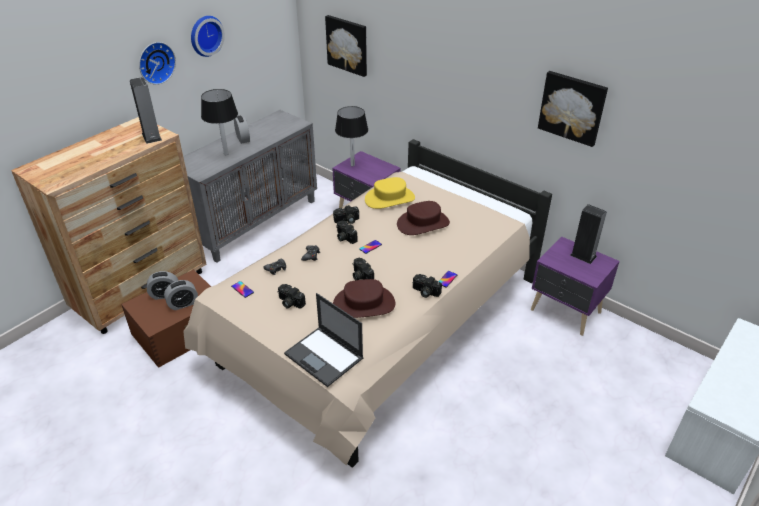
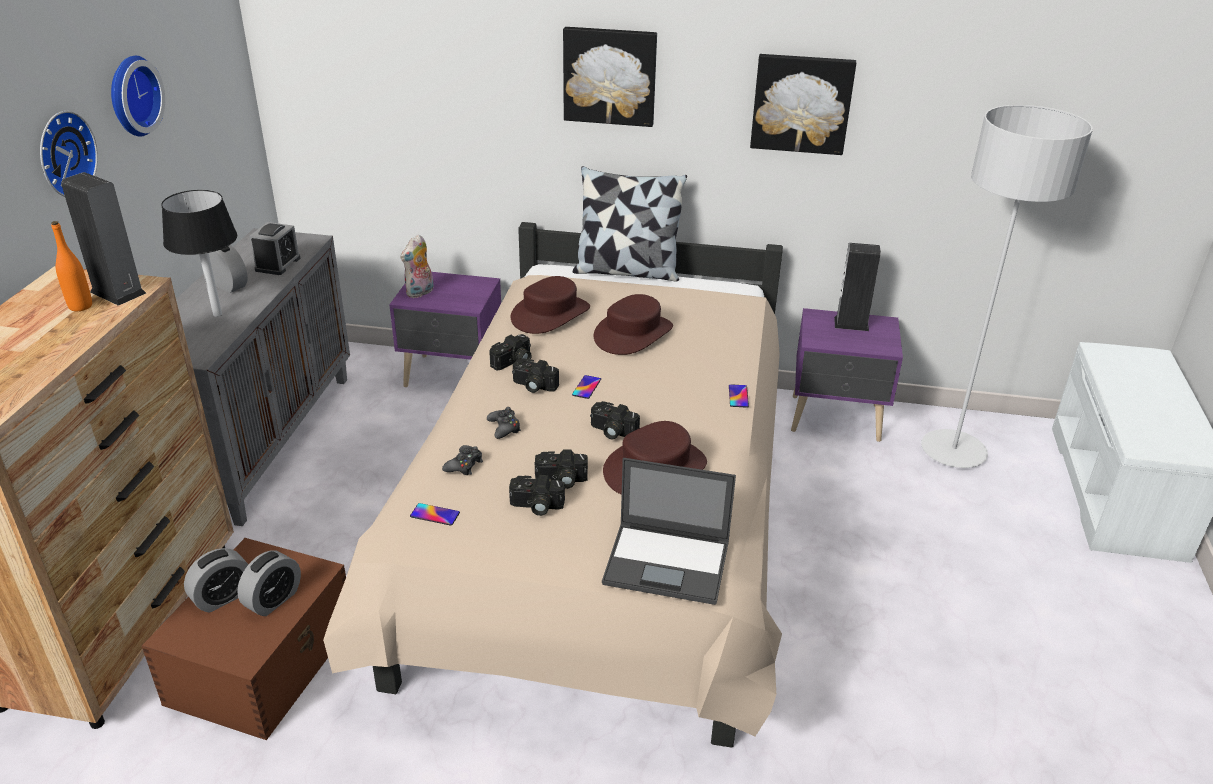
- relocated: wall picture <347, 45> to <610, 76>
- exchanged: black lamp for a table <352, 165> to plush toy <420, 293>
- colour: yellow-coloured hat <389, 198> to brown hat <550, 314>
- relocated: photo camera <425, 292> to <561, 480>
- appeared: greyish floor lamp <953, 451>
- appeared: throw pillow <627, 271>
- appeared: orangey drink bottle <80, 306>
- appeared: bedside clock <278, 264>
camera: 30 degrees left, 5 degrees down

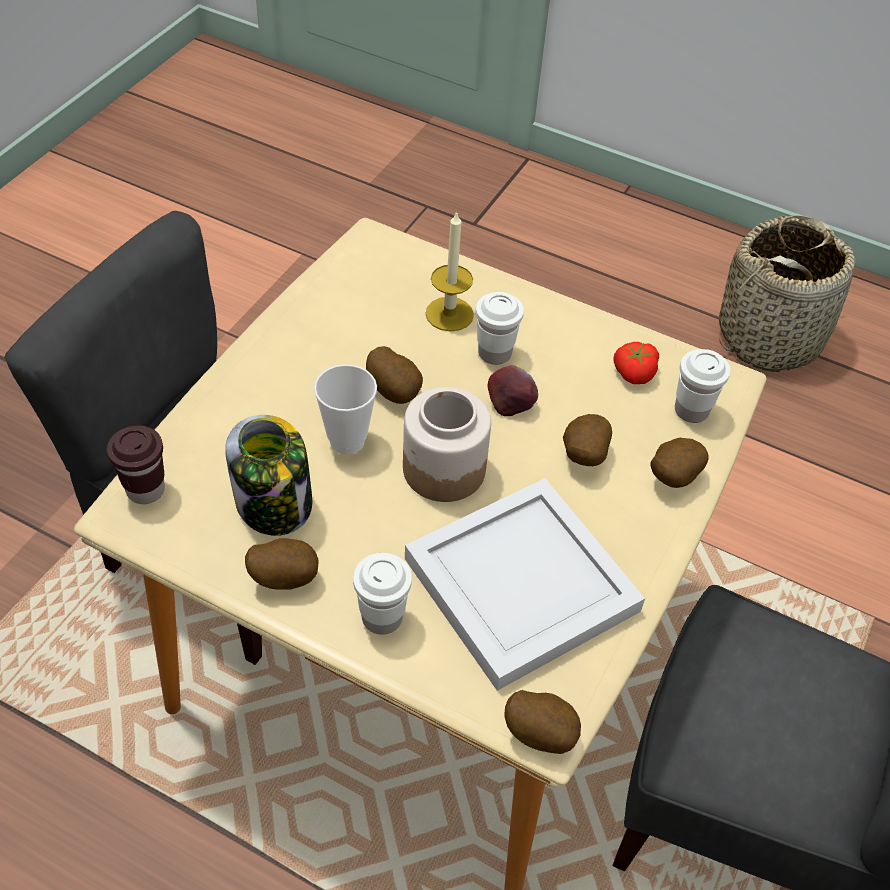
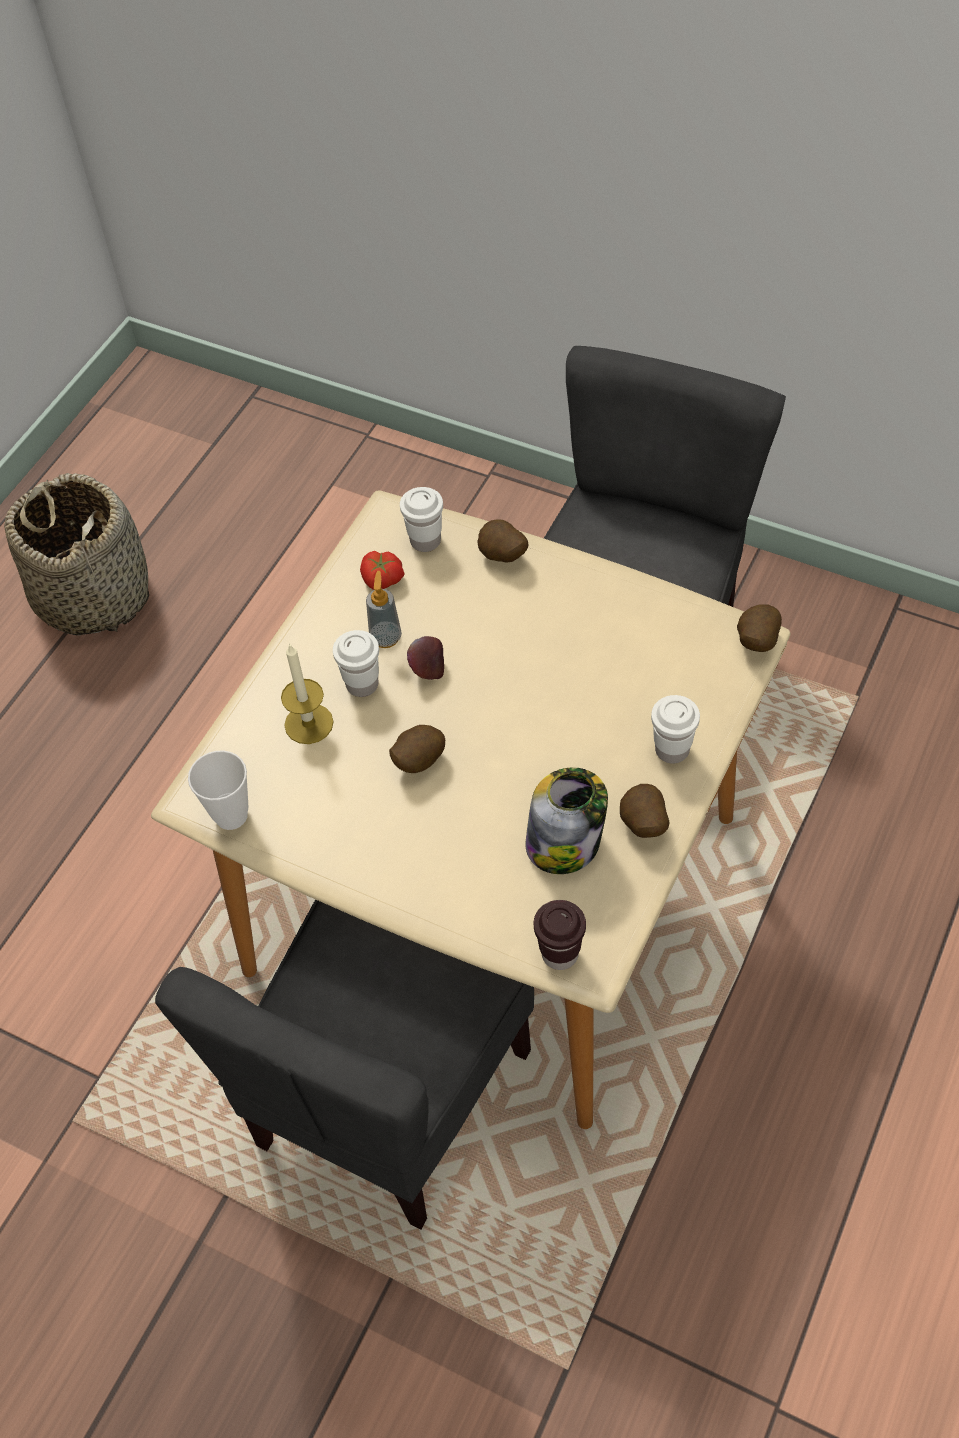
- relocated: drinking cup <347, 440> to <231, 815>
- missing: preserve jar <443, 468>
- missing: whole potato <582, 456>
- missing: white carrying tray <520, 588>
- appeared: liquid soap bottle <385, 637>
camera: 85 degrees left, 5 degrees up

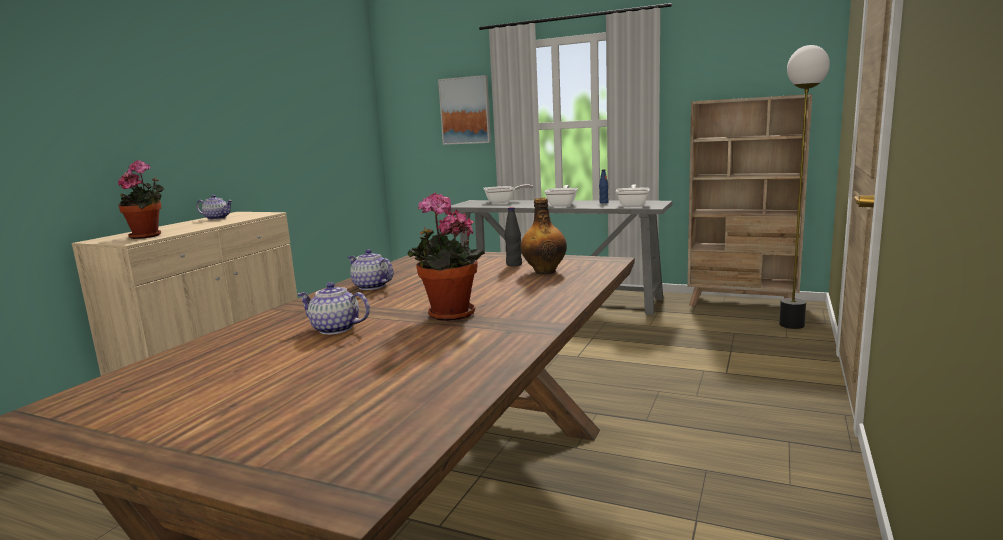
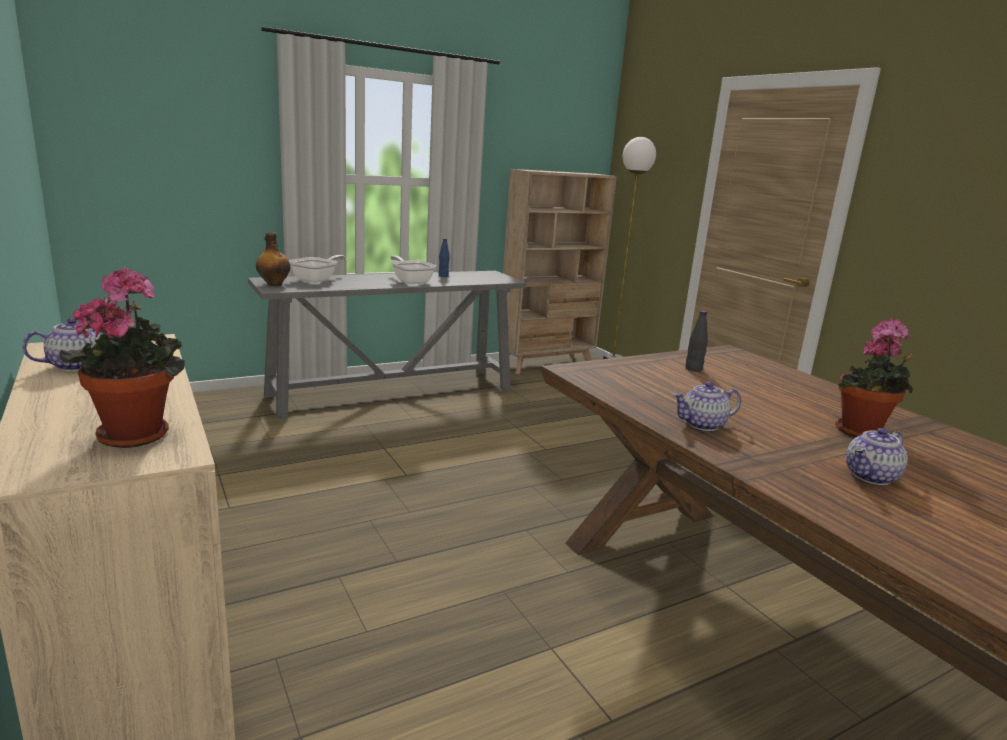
- missing: wall picture <465, 110>
- missing: skillet <633, 205>
- relocated: drink bottle <544, 271> to <274, 284>
camera: 55 degrees left, 5 degrees up

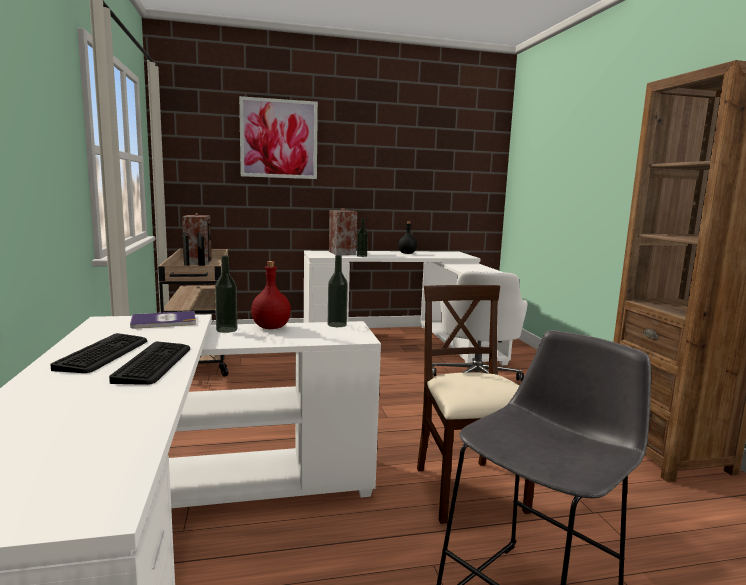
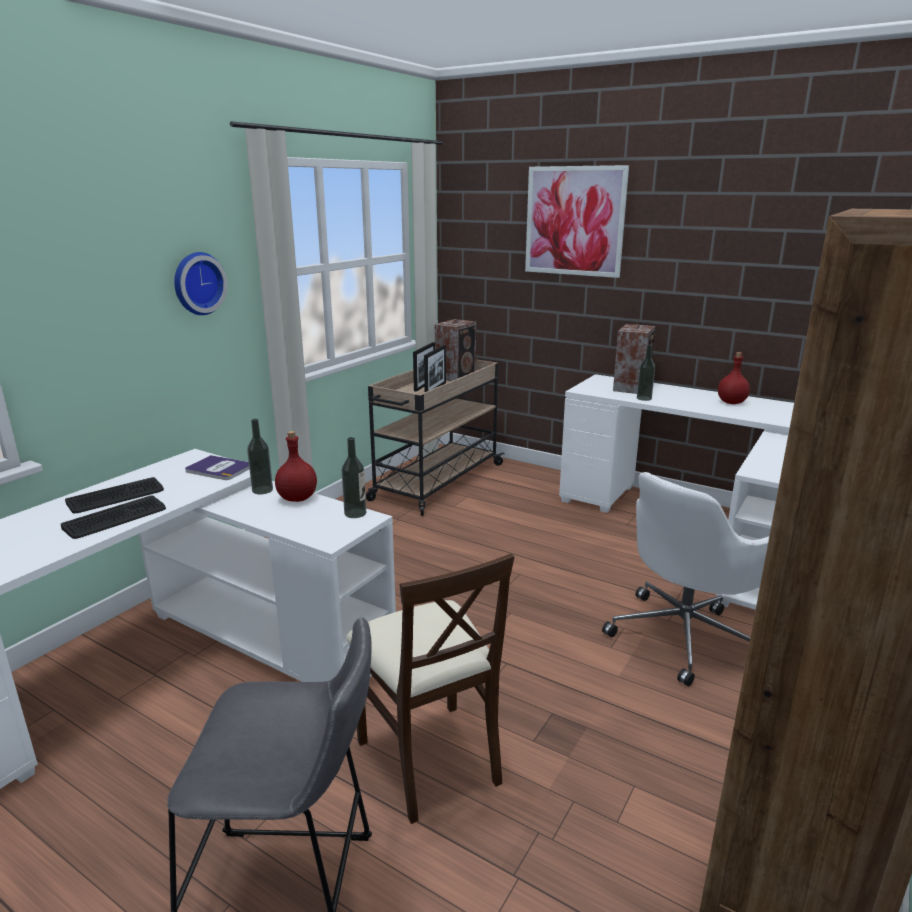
- colour: black drink bottle <407, 253> to reddish drink bottle <731, 403>
- spun: beige plain chair <468, 491> = <429, 758> 120 degrees clockwise
- appeared: wall clock <197, 283>
camera: 45 degrees right, 10 degrees up

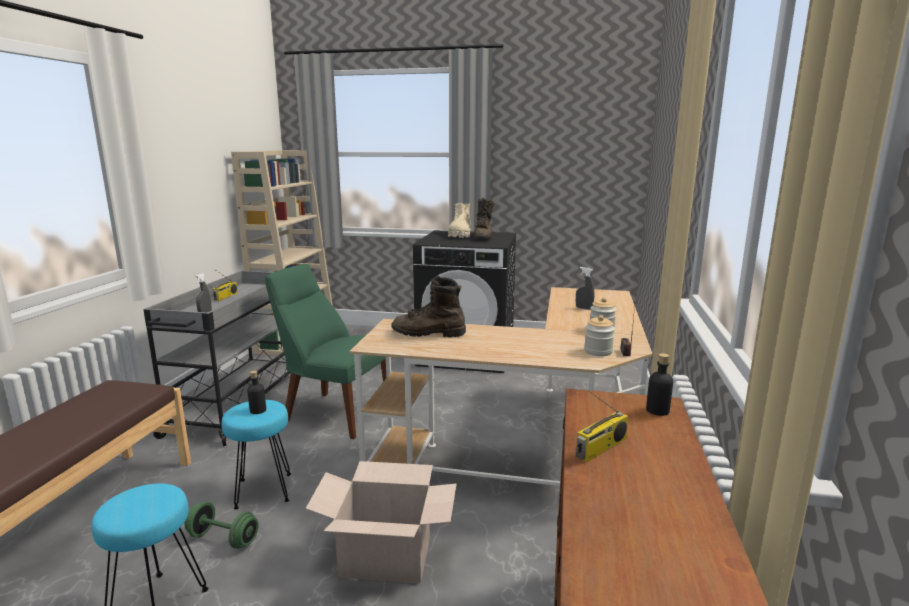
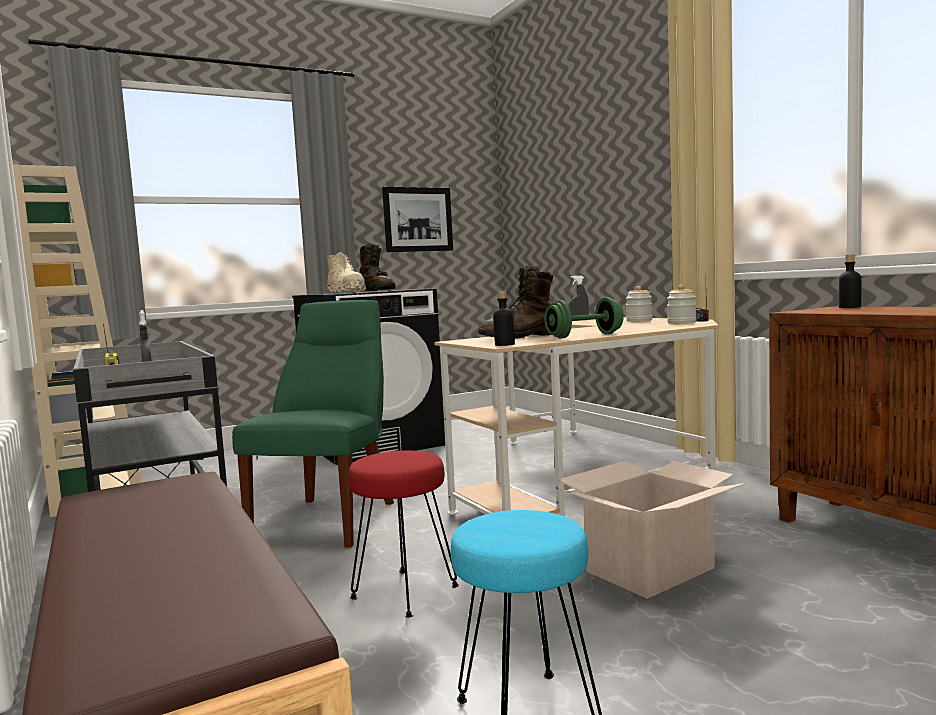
- spun: greenish plain chair <334, 413> = <330, 519> 120 degrees clockwise
- relocated: black drink bottle <258, 410> to <504, 344>
- missing: radio set <601, 448>
- colour: blue-green stool <262, 490> to reddish stool <404, 593>
- relocated: greenish free weight <223, 539> to <584, 336>
- appeared: wall picture <418, 219>
camera: 40 degrees left, 10 degrees down

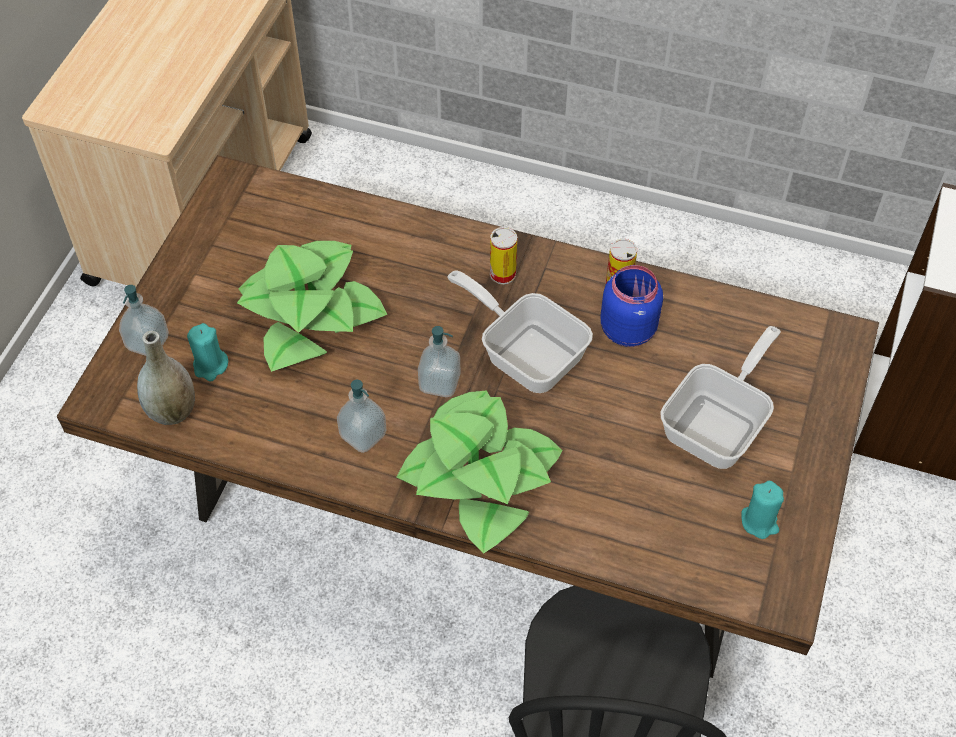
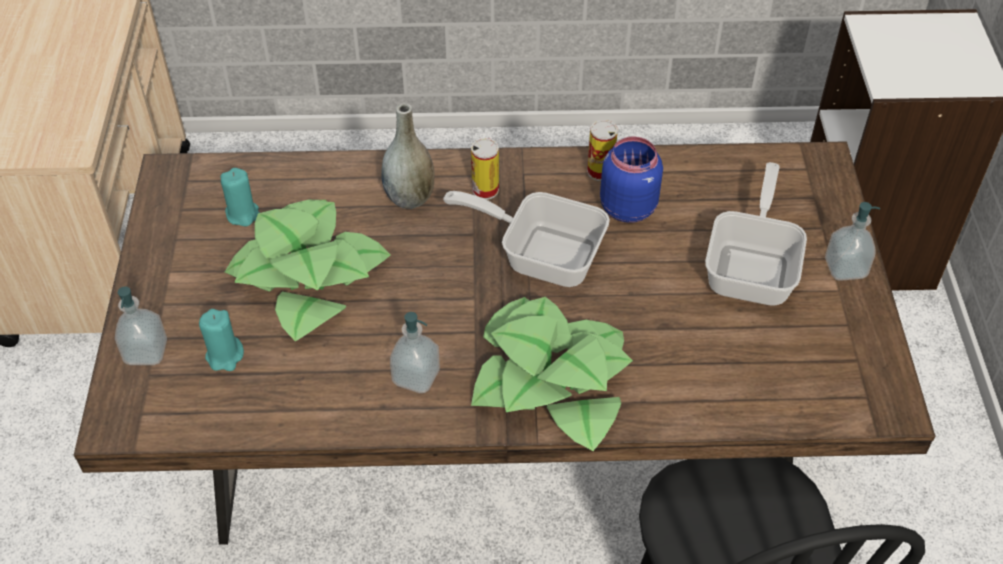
- relocated: liquid soap bottle <439, 383> to <845, 268>
- relocated: greyish decorative vase <172, 411> to <409, 198>
- relocated: blue-green wax light <759, 522> to <243, 214>
camera: 20 degrees left, 5 degrees down

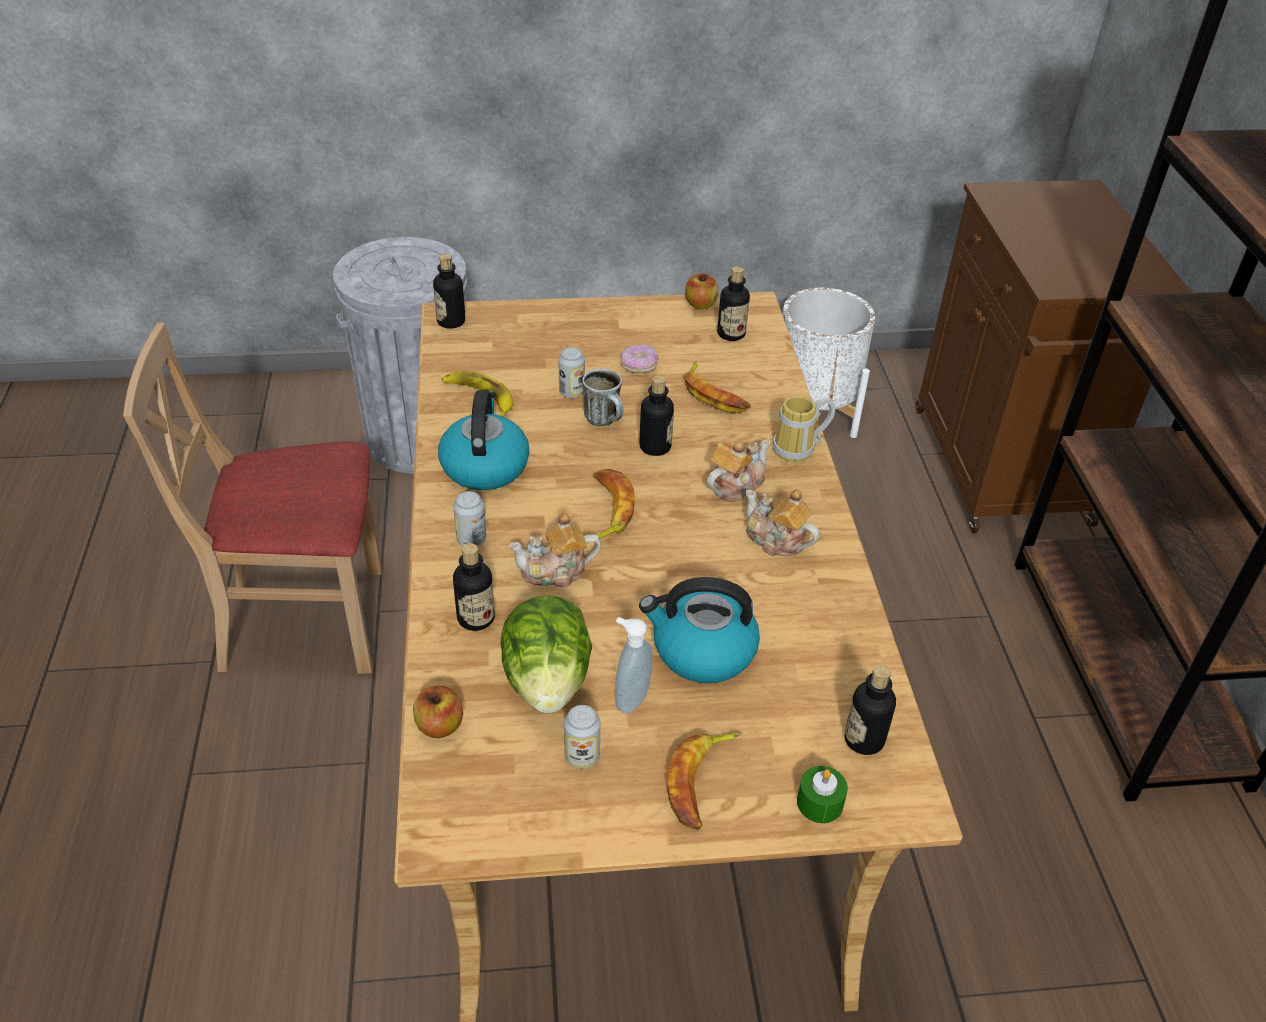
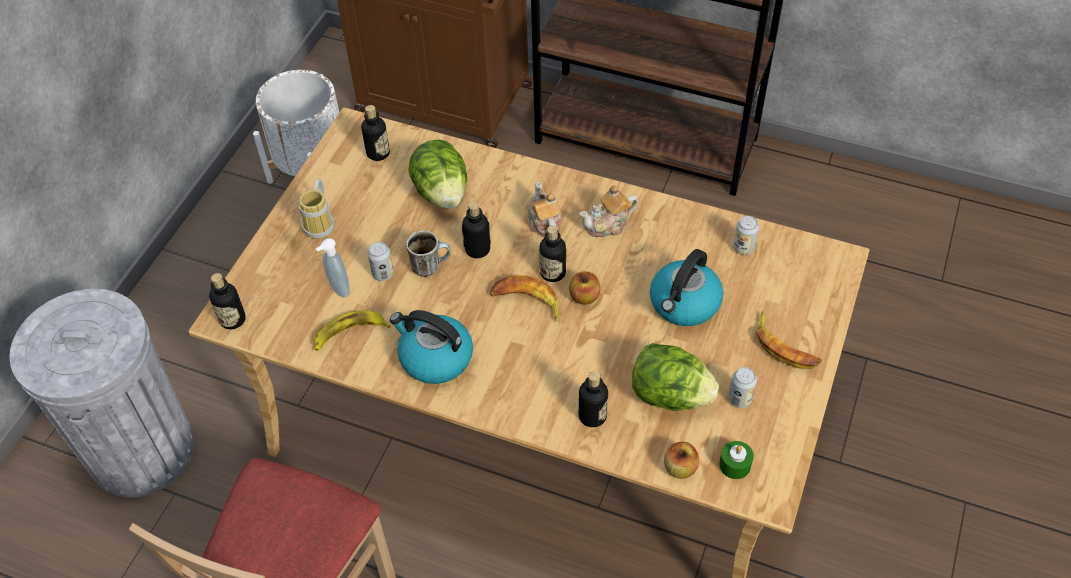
- relocated: apple fruit <700, 304> to <584, 297>
- missing: donut <639, 366>
- exchanged: whole banana <714, 394> to head of lettuce <442, 193>
- relocated: tea mug <799, 450> to <322, 224>
- relocated: metal can <471, 540> to <743, 248>
- missing: teapot <555, 571>
- relocated: liquid soap bottle <630, 698> to <338, 289>
- relocated: drink bottle <864, 739> to <553, 273>
- relocated: greenish wax light <819, 803> to <735, 465>
camera: 60 degrees left, 10 degrees up

